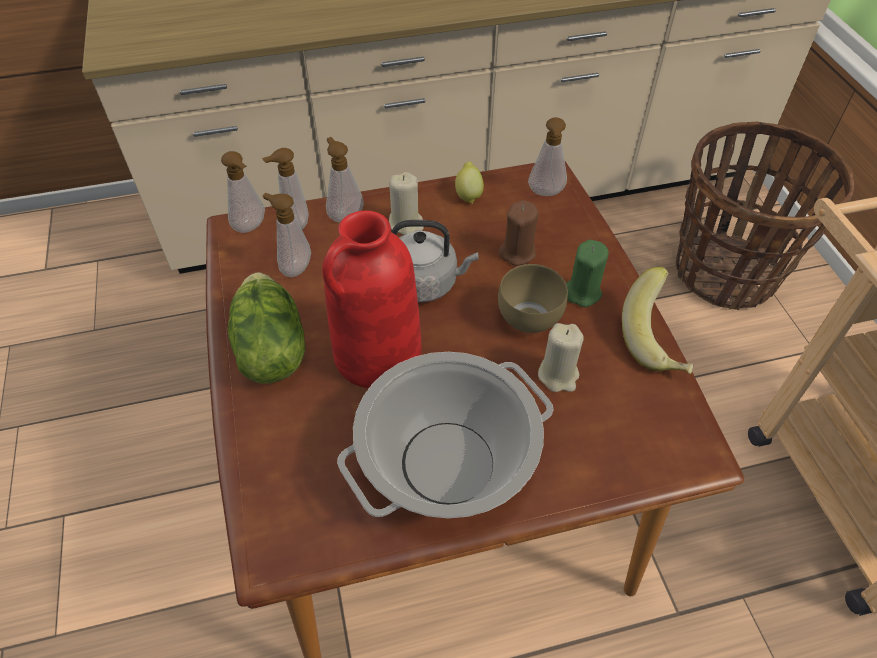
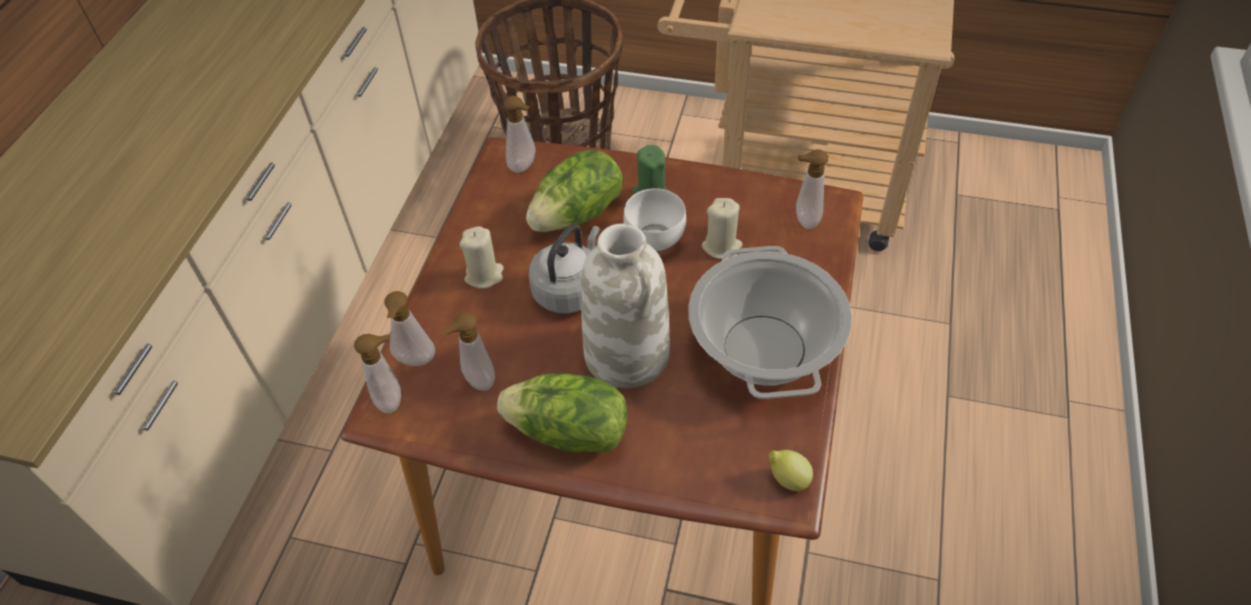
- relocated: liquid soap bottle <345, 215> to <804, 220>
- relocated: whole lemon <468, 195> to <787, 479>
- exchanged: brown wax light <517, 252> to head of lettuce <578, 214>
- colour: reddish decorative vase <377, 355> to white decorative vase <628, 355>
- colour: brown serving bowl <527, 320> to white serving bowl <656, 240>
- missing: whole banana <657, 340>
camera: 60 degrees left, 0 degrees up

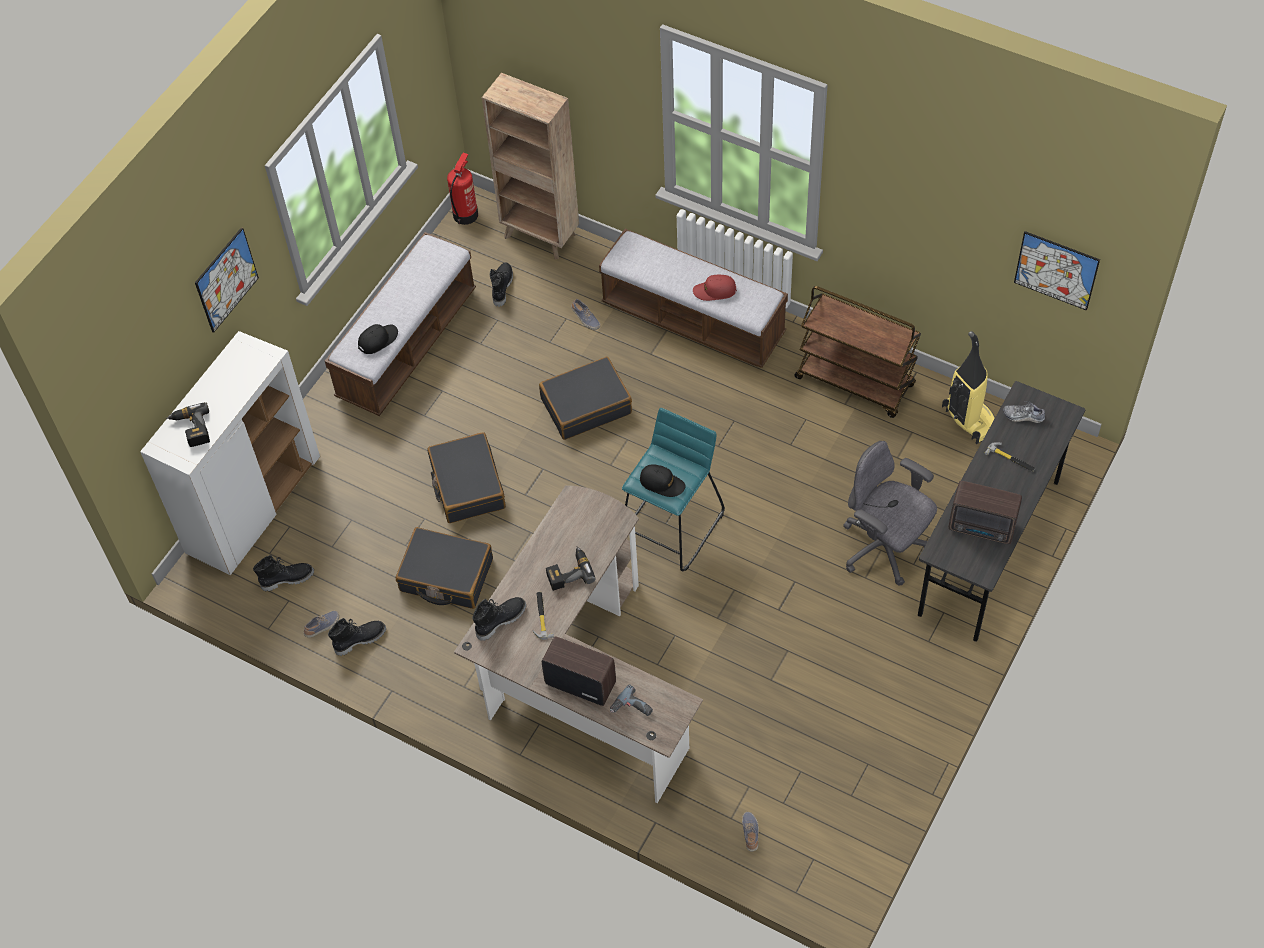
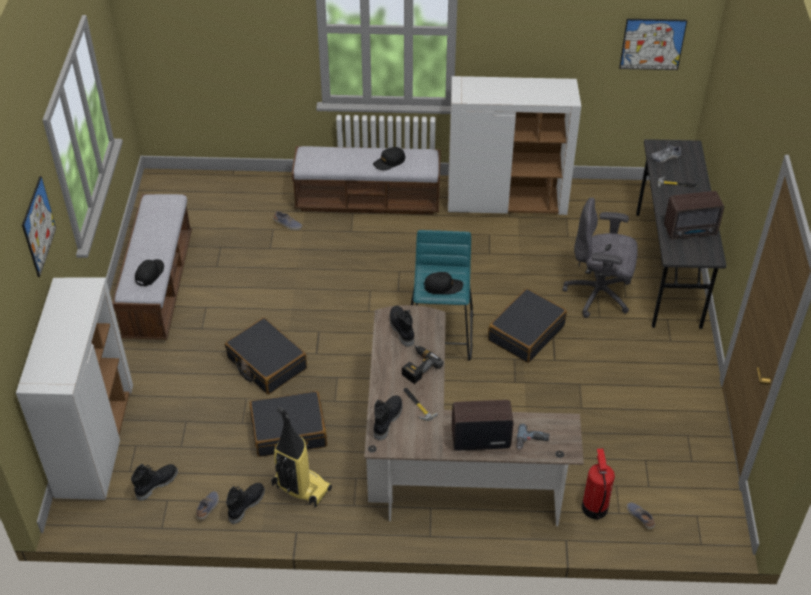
- missing: brown bookcase <541, 236>
- relocated: fire extinguisher <466, 214> to <594, 507>
- relocated: black tall boot <501, 287> to <401, 329>
- colour: reddish baseball cap <714, 291> to black baseball cap <389, 162>
- exchanged: brown trolley <855, 382> to white storage cabinet <507, 201>
- relocated: vacuum cleaner <969, 419> to <300, 487>
- relocated: black piece of luggage <586, 405> to <525, 333>
- missing: electric drill <191, 429>
camera: 30 degrees left, 10 degrees down

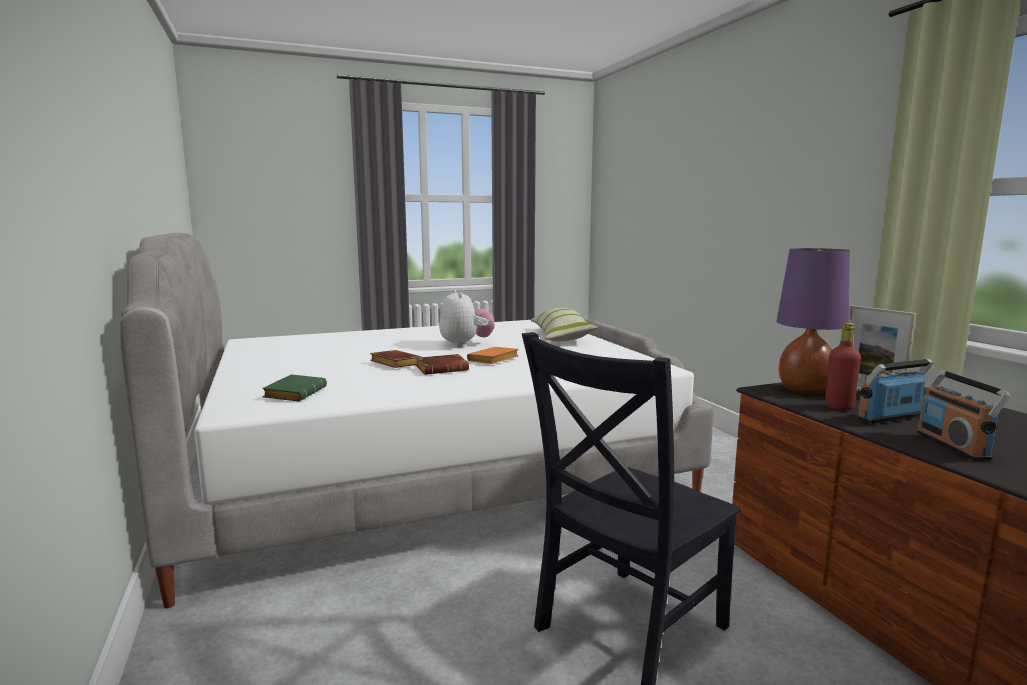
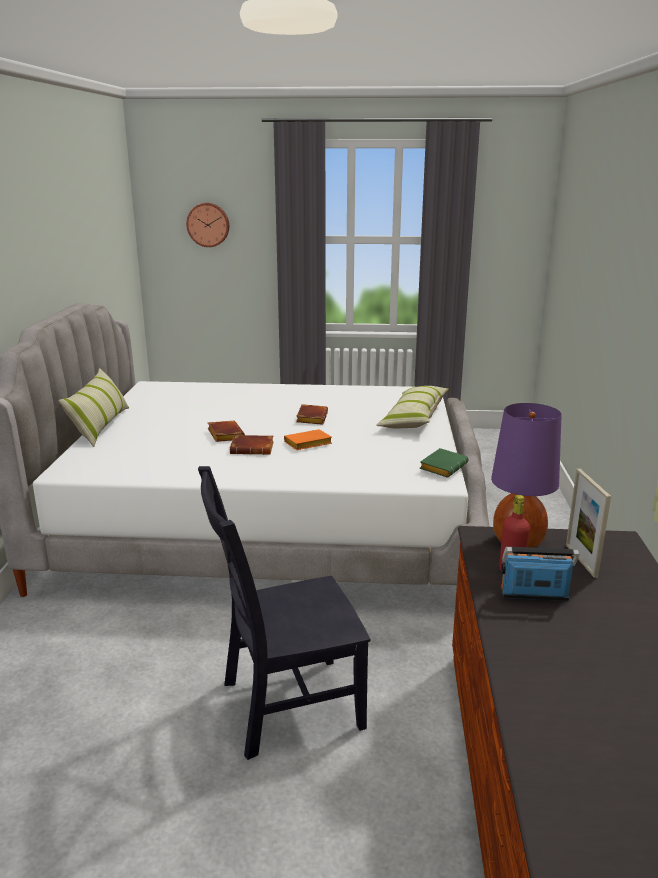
- exchanged: plush toy <465, 344> to brown book <311, 418>
- missing: radio set <953, 446>
- relocated: greenish book <295, 393> to <443, 466>
- appeared: wall clock <208, 224>
- appeared: throw pillow <100, 426>
camera: 25 degrees right, 10 degrees up

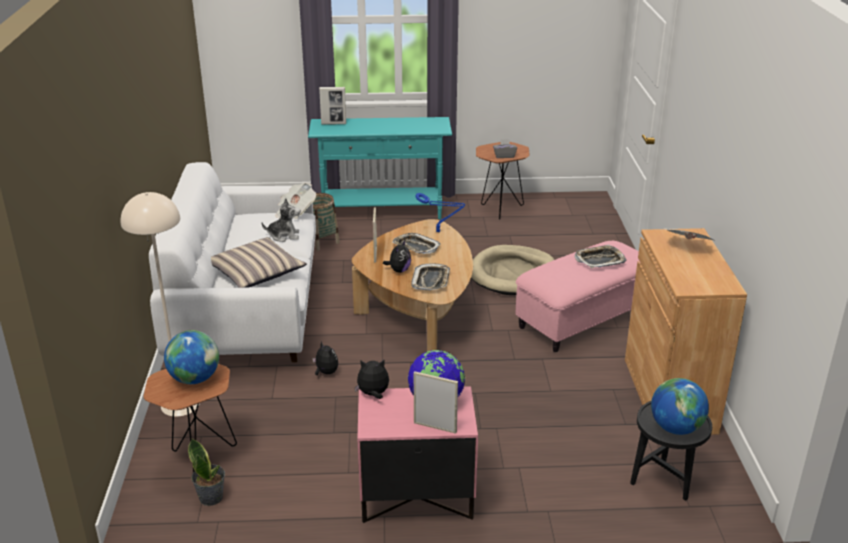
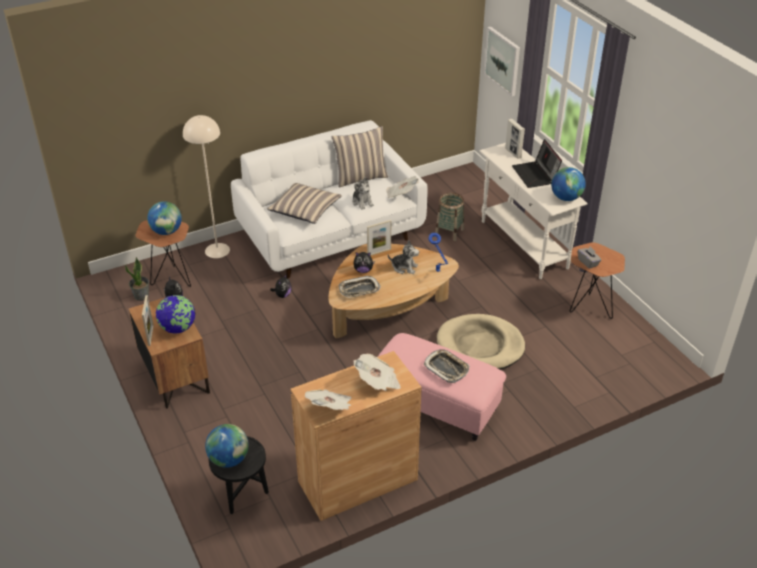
- colour: blue-green narrow table <382, 212> to white narrow table <523, 245>
- exchanged: carrying tray <416, 247> to plush toy <404, 267>
- colour: pink-coloured bedside table <416, 498> to brown bedside table <175, 377>
- appeared: wall picture <502, 61>
- appeared: throw pillow <361, 177>
- appeared: notebook computer <535, 175>
- appeared: desk globe <566, 198>
- appeared: newspaper <330, 408>
camera: 65 degrees right, 10 degrees up

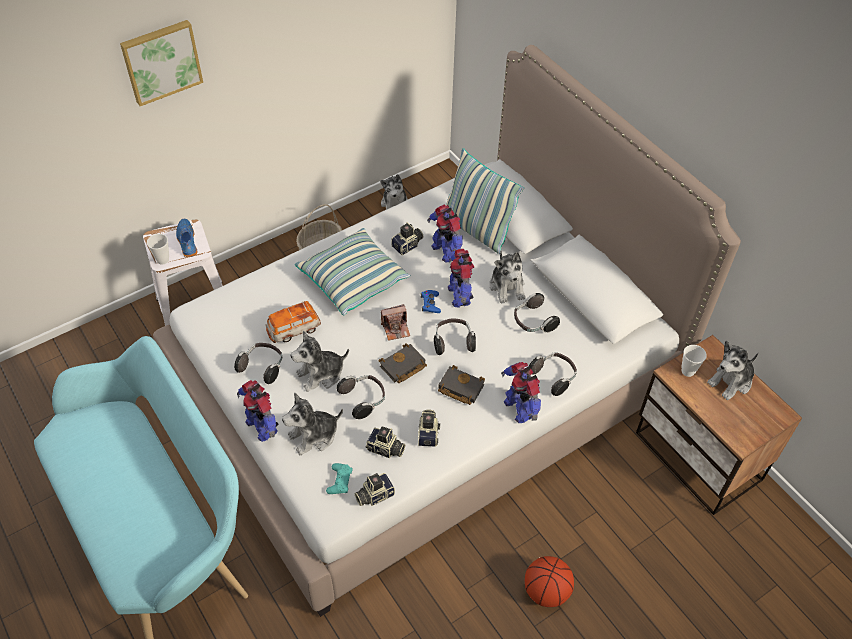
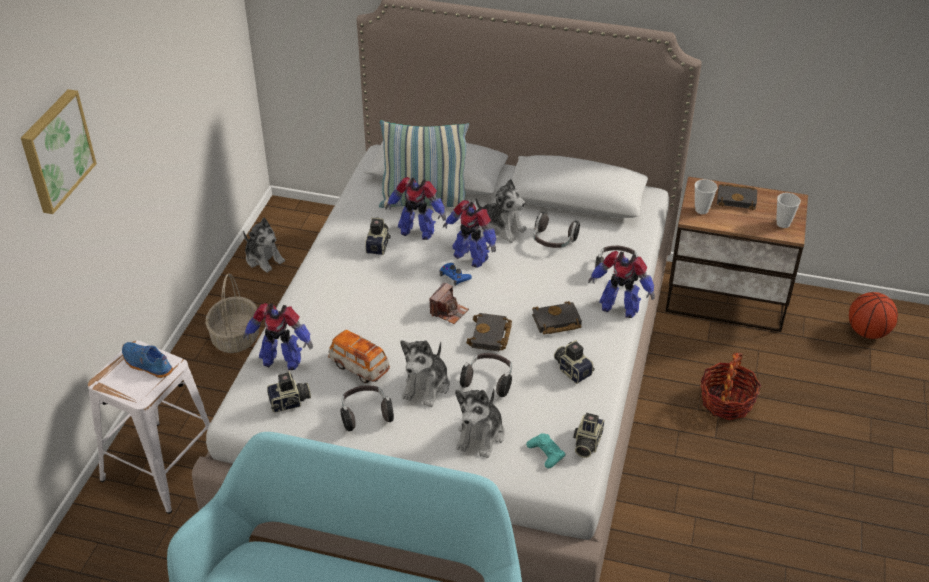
- missing: throw pillow <353, 280>
- relocated: drinking cup <163, 260> to <783, 224>
- spun: miniature car <293, 330> = <359, 367> 105 degrees clockwise
- missing: headphones <453, 342>
- exchanged: plush toy <731, 381> to black book <737, 199>
- relocated: toy robot <262, 426> to <281, 360>
- relocated: photo camera <385, 449> to <290, 402>
- relocated: basketball ball <546, 591> to <867, 332>
- appeared: household basket <726, 401>
camera: 40 degrees left, 10 degrees down

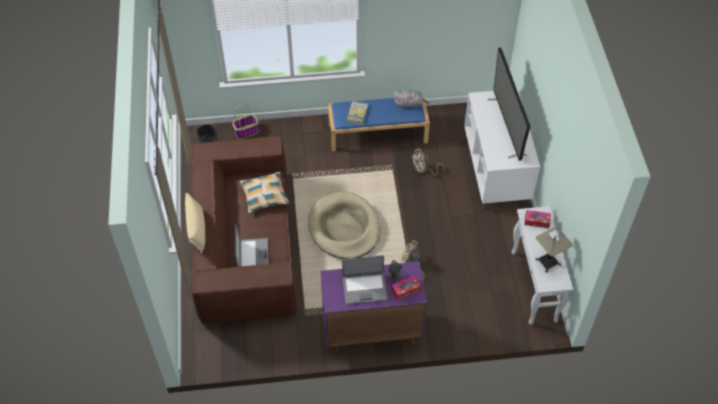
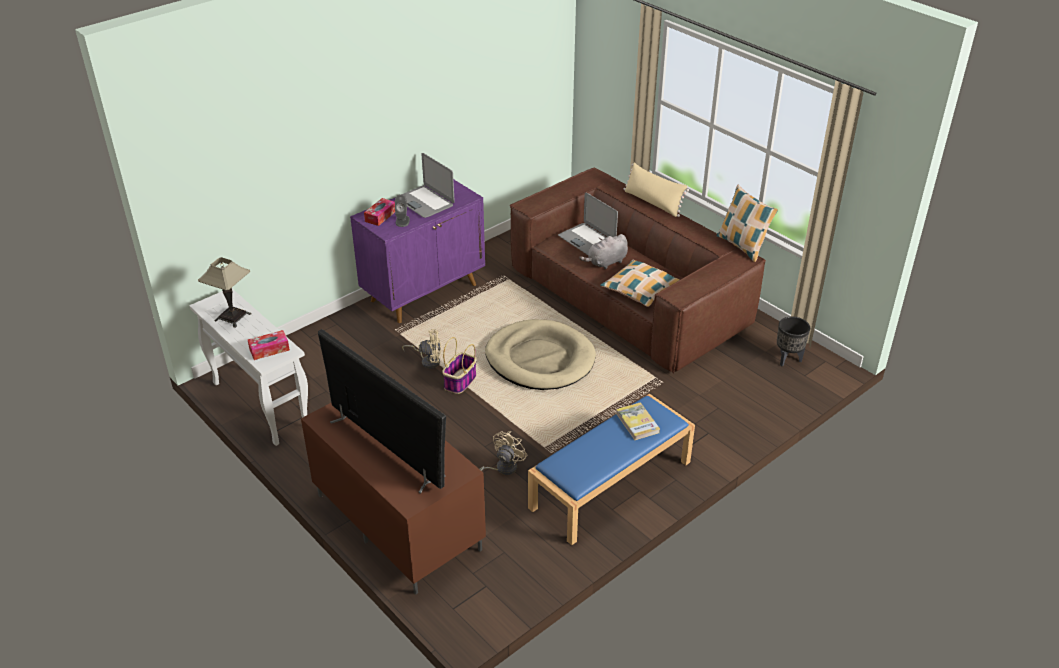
- colour: white tv unit <497, 169> to brown tv unit <396, 522>
- relocated: greyish plush toy <409, 104> to <606, 262>
- relocated: household basket <246, 131> to <460, 382>
- spun: notebook computer <364, 288> = <425, 202> 90 degrees counterclockwise
- appeared: throw pillow <742, 246>
camera: 145 degrees right, 15 degrees down

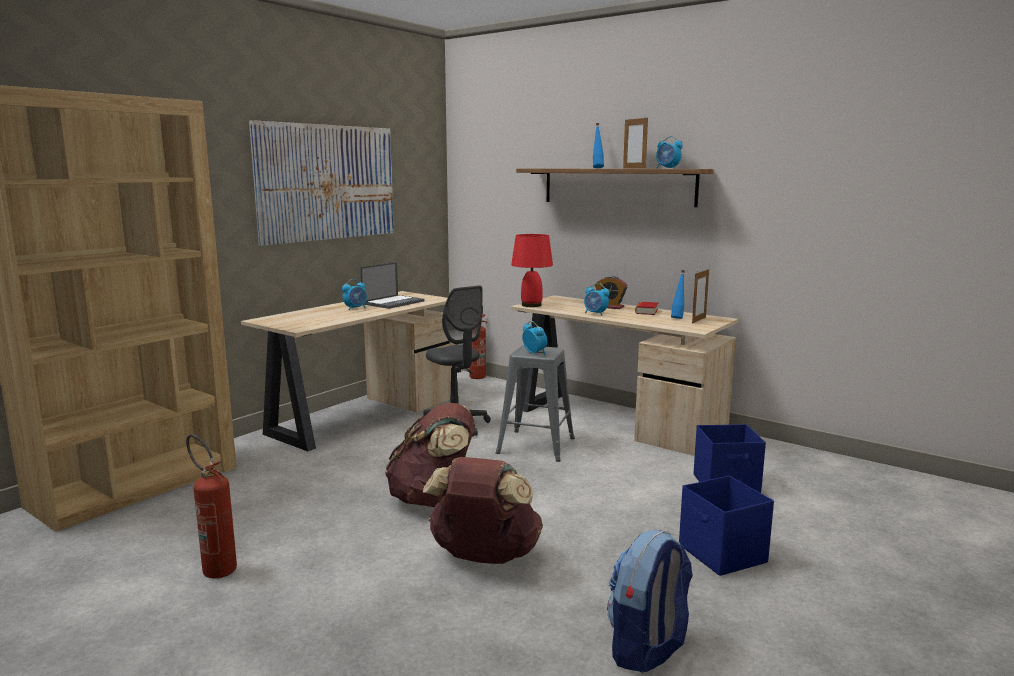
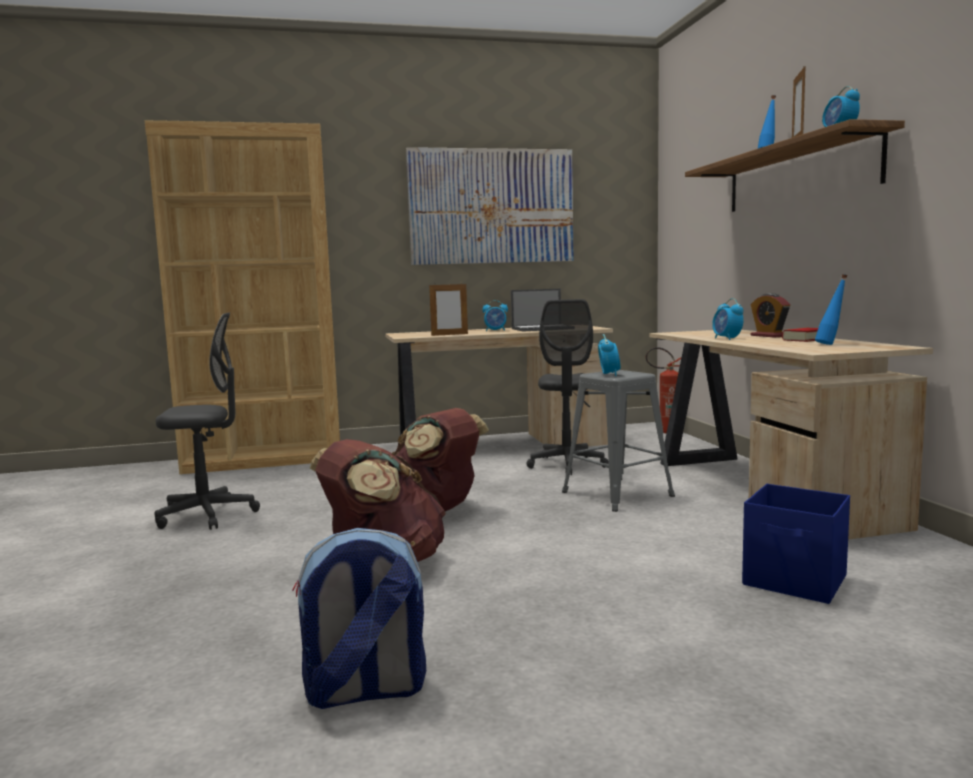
- missing: reddish lamp for a table <531, 305>
- relocated: standing frame <699, 320> to <449, 334>
- exchanged: fire extinguisher <215, 567> to greyish computer chair <207, 515>
- missing: bluish storage box <722, 554>
camera: 40 degrees right, 5 degrees down

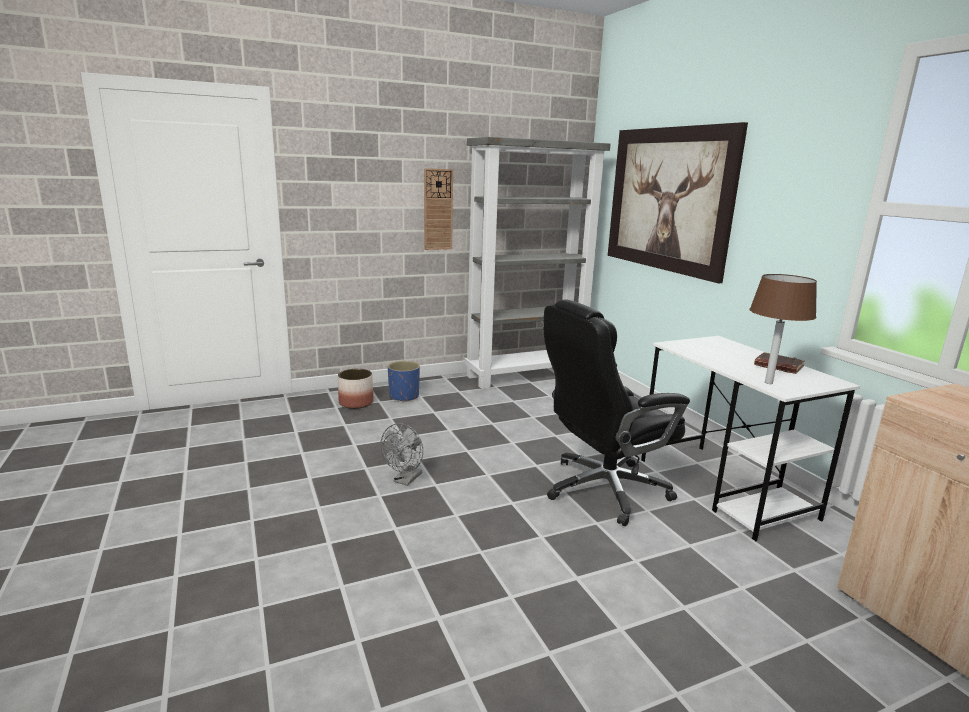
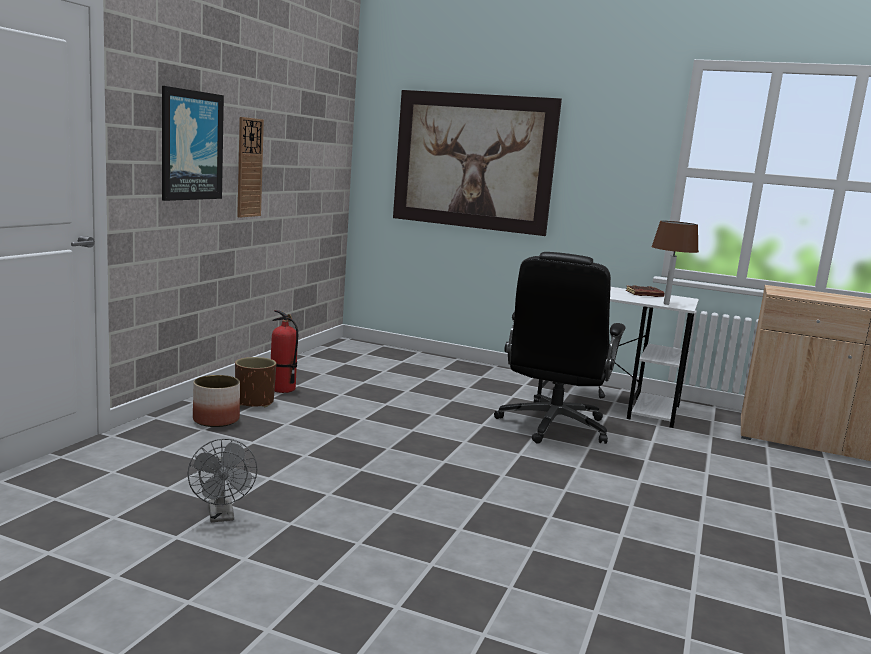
- missing: greyish bookcase <526, 375>
- colour: bluish plant pot <404, 396> to brown plant pot <254, 402>
- relocated: greyish electric fan <405, 480> to <222, 516>
- appeared: wall picture <191, 145>
- appeared: fire extinguisher <282, 389>
camera: 45 degrees left, 5 degrees down

